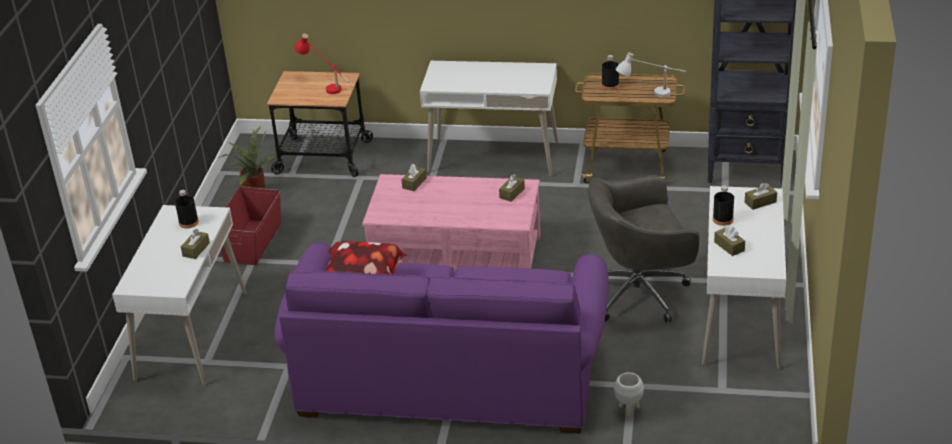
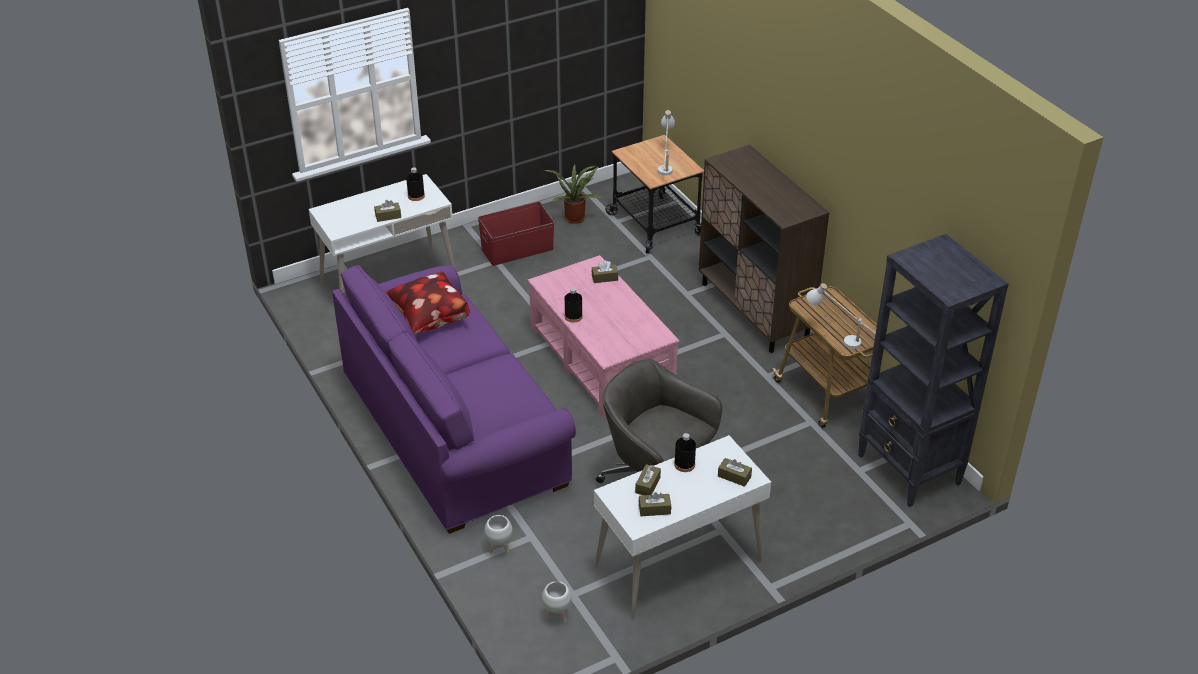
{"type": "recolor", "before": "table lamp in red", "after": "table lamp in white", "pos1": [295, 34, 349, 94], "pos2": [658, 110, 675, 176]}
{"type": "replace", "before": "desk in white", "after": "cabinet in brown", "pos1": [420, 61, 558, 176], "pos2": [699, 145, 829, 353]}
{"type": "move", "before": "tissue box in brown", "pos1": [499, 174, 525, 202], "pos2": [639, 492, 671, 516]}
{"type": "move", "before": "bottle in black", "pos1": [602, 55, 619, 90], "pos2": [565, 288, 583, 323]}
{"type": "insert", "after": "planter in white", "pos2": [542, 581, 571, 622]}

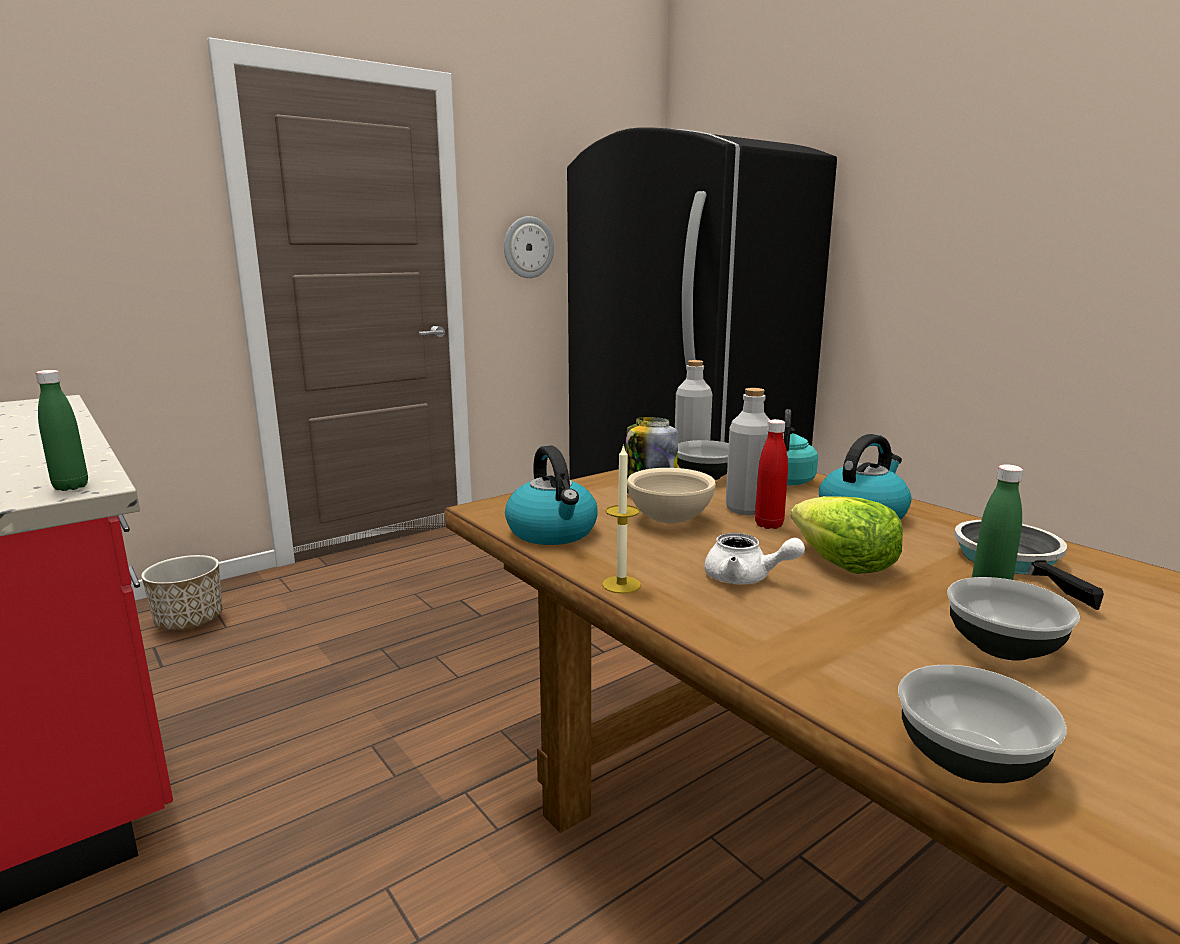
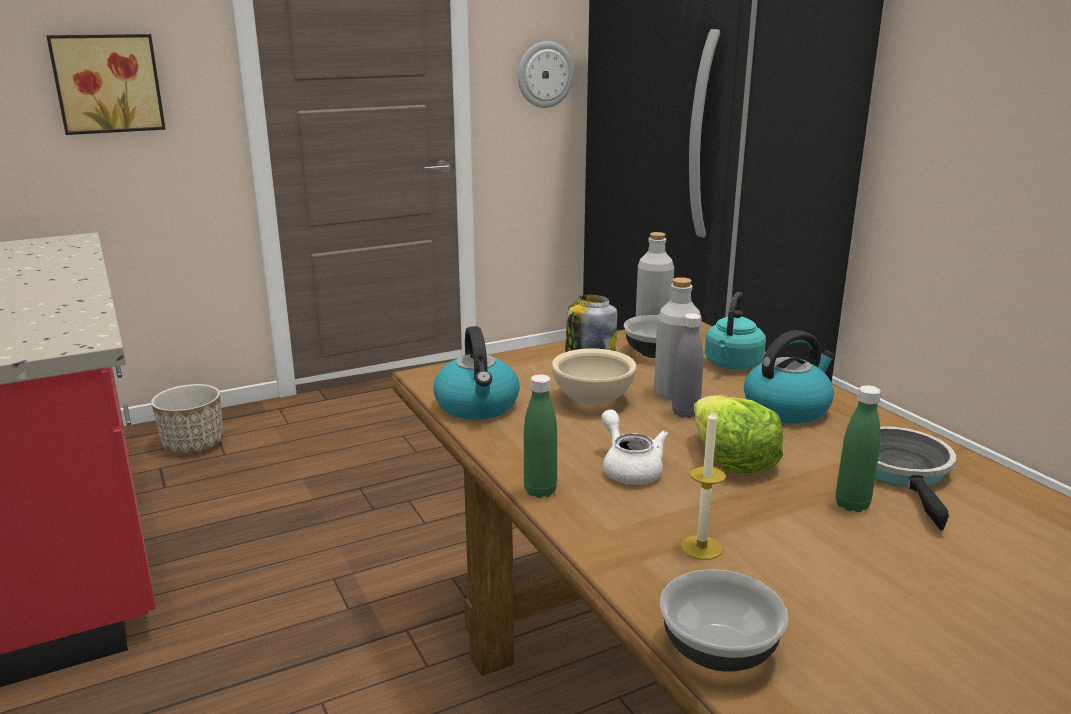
{"type": "move", "before": "bottle in green", "pos1": [36, 370, 88, 491], "pos2": [524, 374, 557, 498]}
{"type": "move", "before": "candle", "pos1": [602, 444, 641, 594], "pos2": [681, 407, 726, 560]}
{"type": "rotate", "before": "teapot in white", "pos1": [704, 533, 805, 585], "pos2": [601, 410, 668, 484], "turn": -150}
{"type": "recolor", "before": "bottle in red", "after": "bottle in grey", "pos1": [755, 419, 788, 529], "pos2": [672, 313, 704, 418]}
{"type": "delete", "before": "bowl", "pos1": [947, 577, 1080, 661]}
{"type": "insert", "after": "picture", "pos2": [46, 34, 166, 135]}

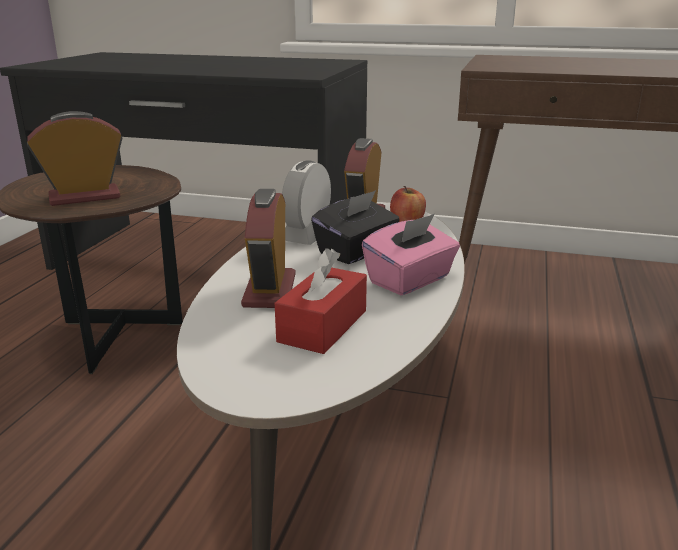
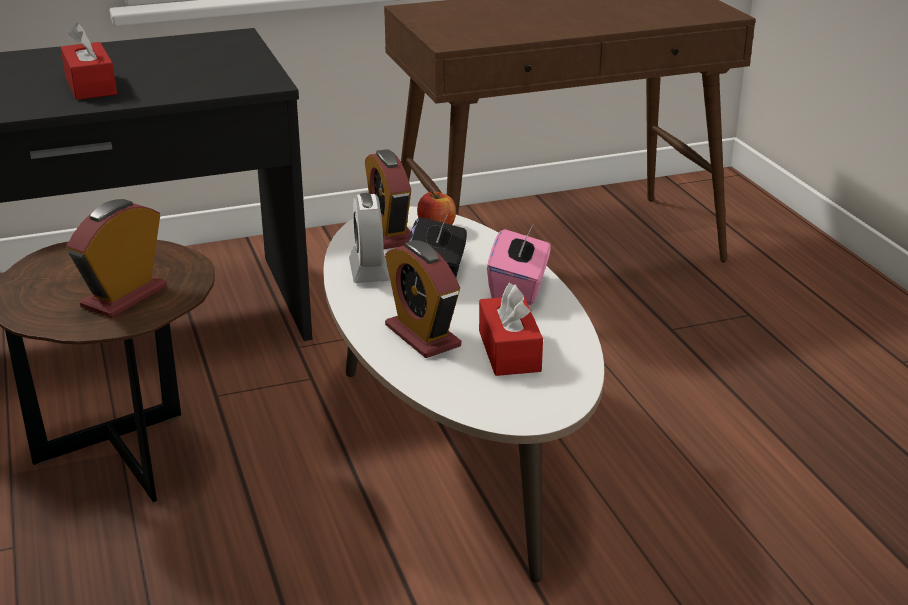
{"type": "insert", "after": "tissue box in red", "pos2": [61, 23, 117, 100]}

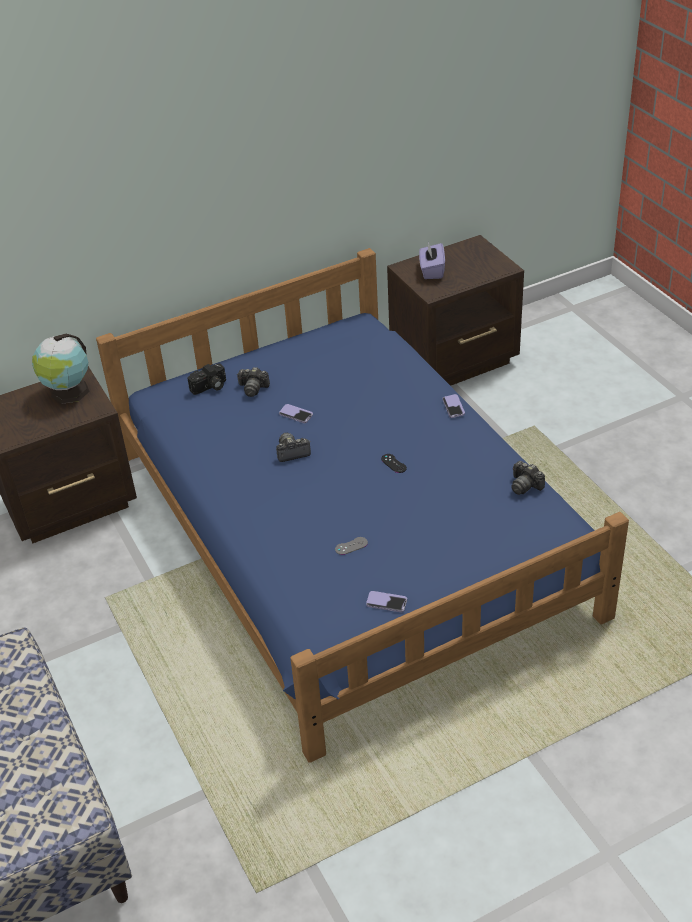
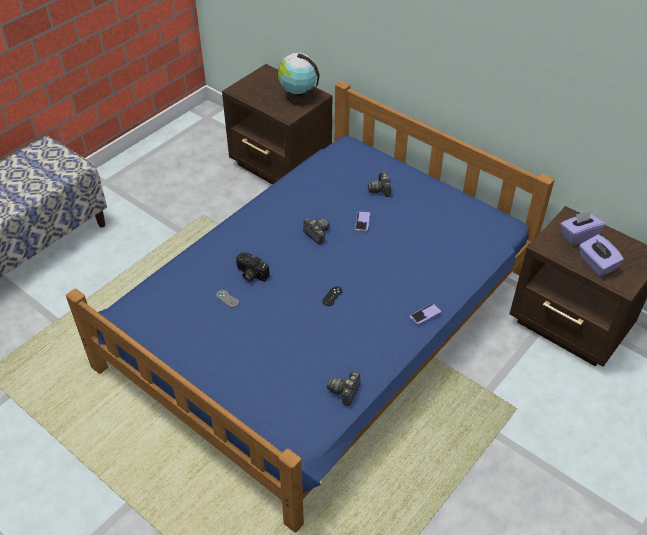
{"type": "move", "before": "photo camera", "pos1": [188, 363, 226, 395], "pos2": [236, 252, 270, 282]}
{"type": "delete", "before": "phone", "pos1": [366, 591, 407, 612]}
{"type": "insert", "after": "tissue box in purple", "pos2": [579, 234, 624, 276]}

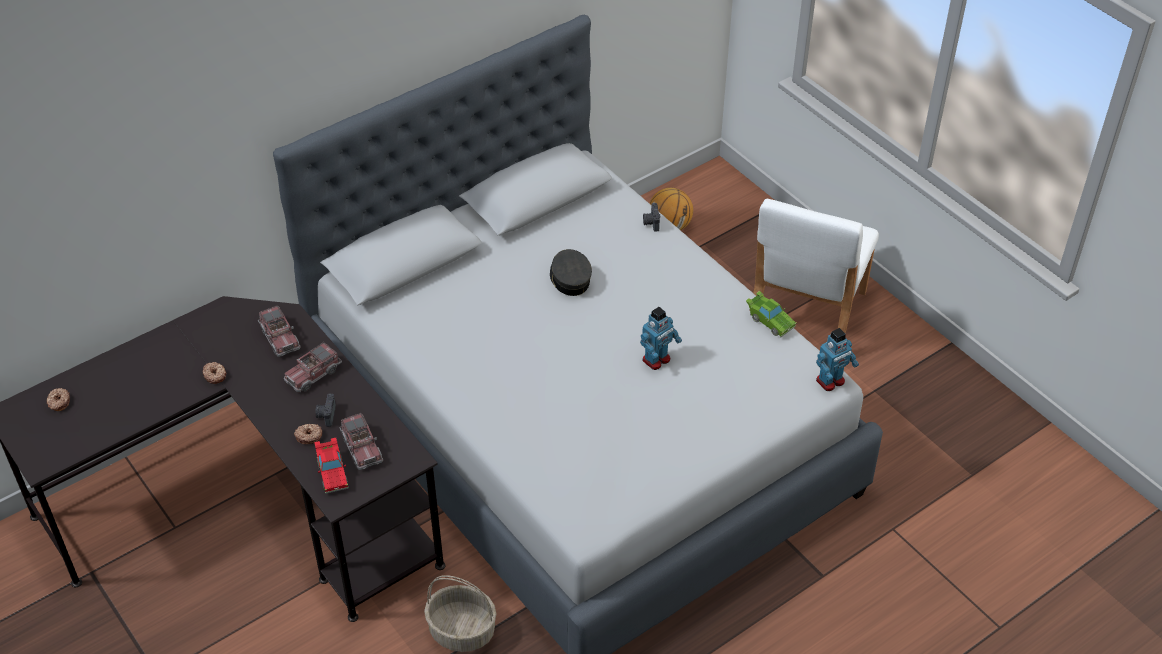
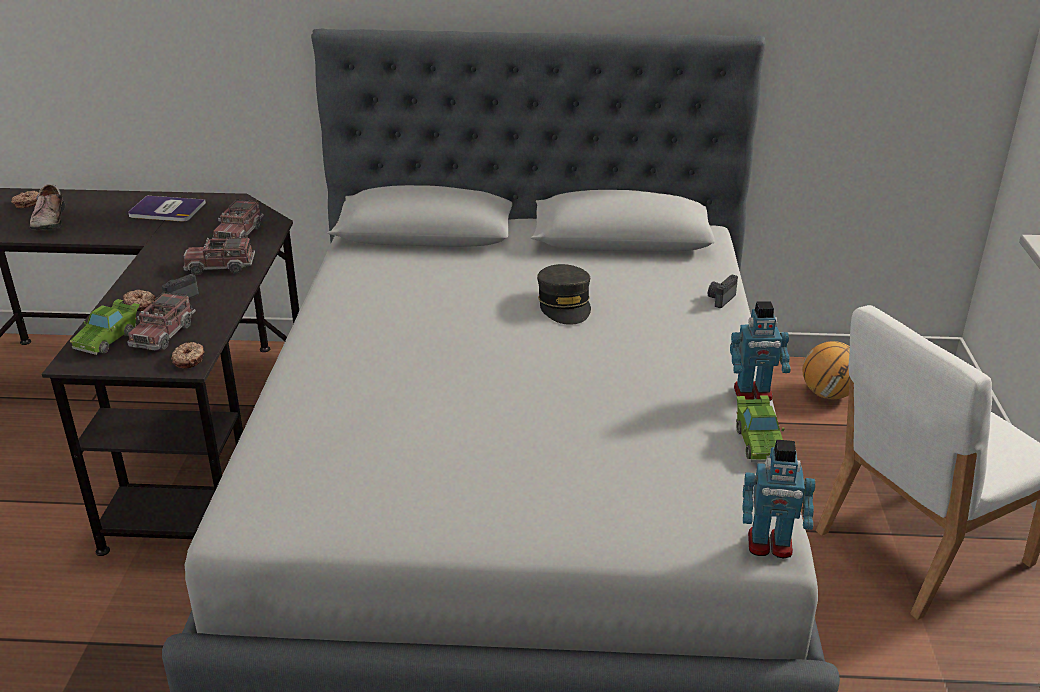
{"type": "move", "before": "donut", "pos1": [203, 362, 227, 384], "pos2": [171, 342, 204, 369]}
{"type": "recolor", "before": "toy car in red", "after": "toy car in green", "pos1": [314, 438, 349, 494], "pos2": [70, 299, 140, 355]}
{"type": "delete", "before": "basket", "pos1": [424, 575, 496, 652]}
{"type": "rotate", "before": "cap in grey", "pos1": [550, 249, 592, 296], "pos2": [537, 264, 591, 325], "turn": 150}
{"type": "move", "before": "toy robot", "pos1": [640, 307, 682, 370], "pos2": [730, 301, 791, 401]}
{"type": "insert", "after": "shoe", "pos2": [29, 184, 65, 230]}
{"type": "insert", "after": "book", "pos2": [128, 196, 206, 221]}

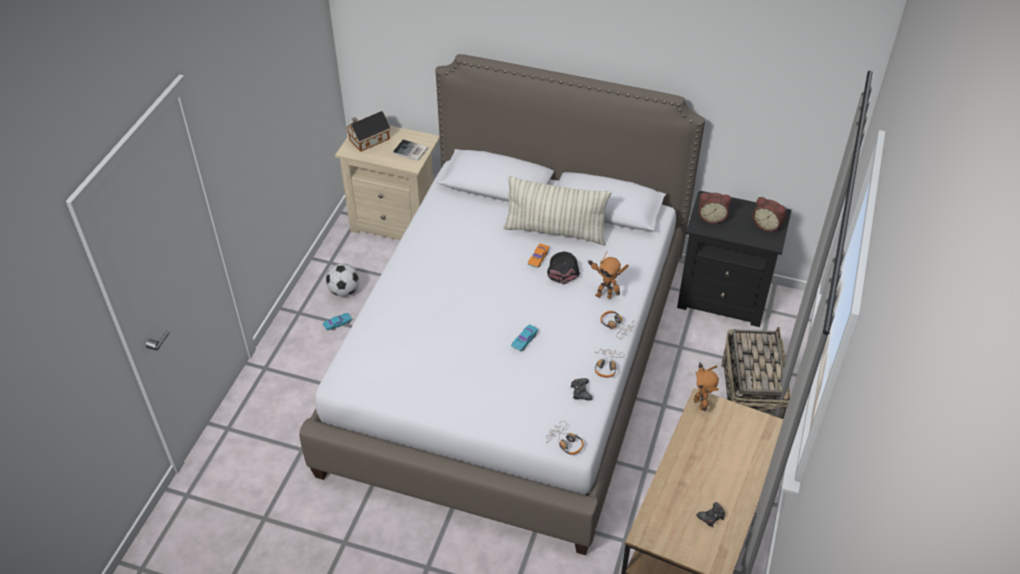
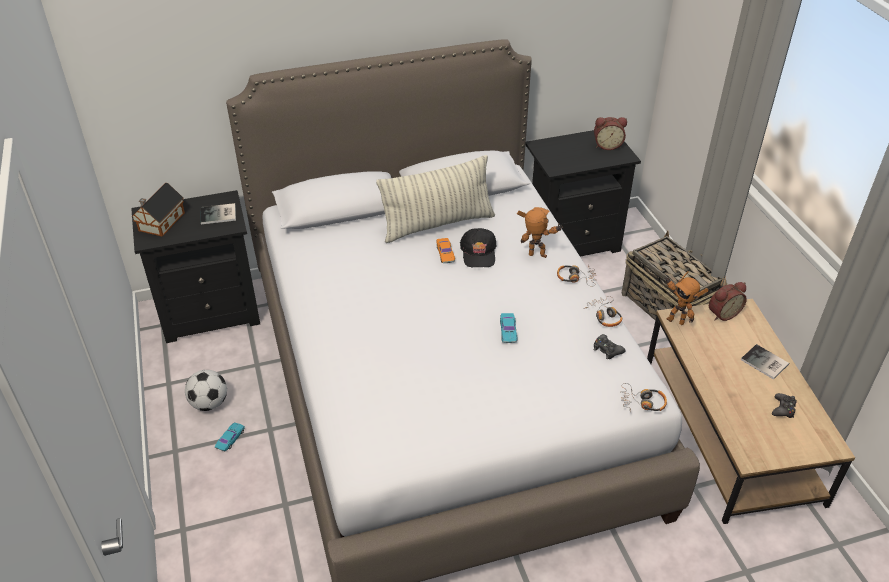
{"type": "recolor", "before": "nightstand in beige", "after": "nightstand in black", "pos1": [335, 119, 440, 240], "pos2": [131, 190, 260, 343]}
{"type": "rotate", "before": "cap in black", "pos1": [547, 252, 580, 284], "pos2": [460, 228, 496, 267], "turn": -150}
{"type": "rotate", "before": "toy robot", "pos1": [587, 252, 628, 299], "pos2": [517, 207, 563, 258], "turn": -150}
{"type": "move", "before": "alarm clock", "pos1": [699, 193, 731, 224], "pos2": [709, 282, 747, 321]}
{"type": "insert", "after": "book", "pos2": [741, 344, 789, 380]}

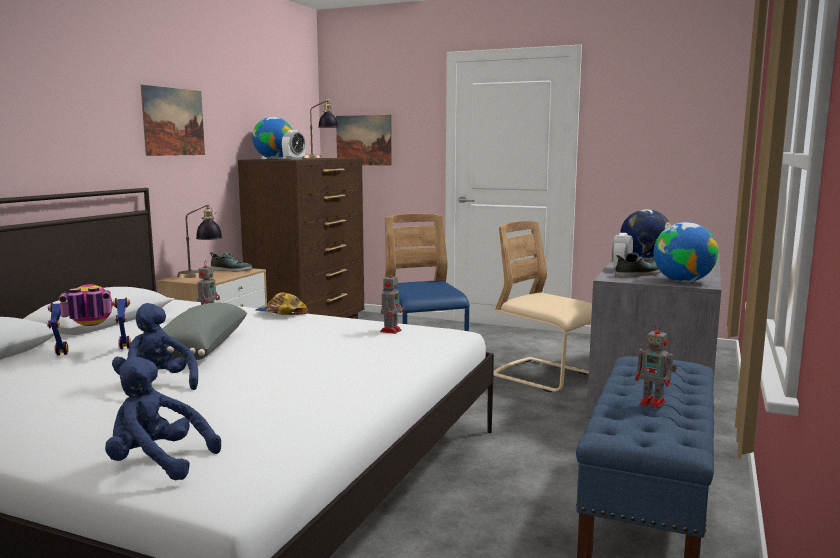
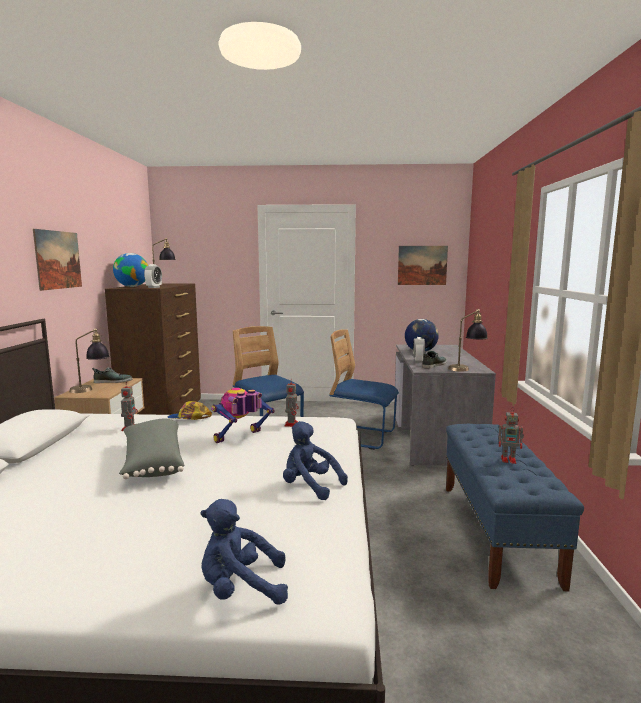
{"type": "move", "before": "toy robot", "pos1": [47, 284, 131, 355], "pos2": [211, 388, 275, 443]}
{"type": "move", "before": "plush toy in blue", "pos1": [112, 303, 198, 390], "pos2": [283, 421, 348, 500]}
{"type": "move", "before": "picture", "pos1": [336, 115, 392, 166], "pos2": [398, 246, 448, 285]}
{"type": "recolor", "before": "chair in beige", "after": "chair in blue", "pos1": [493, 221, 592, 392], "pos2": [329, 329, 399, 450]}
{"type": "replace", "before": "globe", "after": "table lamp", "pos1": [654, 222, 718, 282], "pos2": [448, 309, 488, 372]}

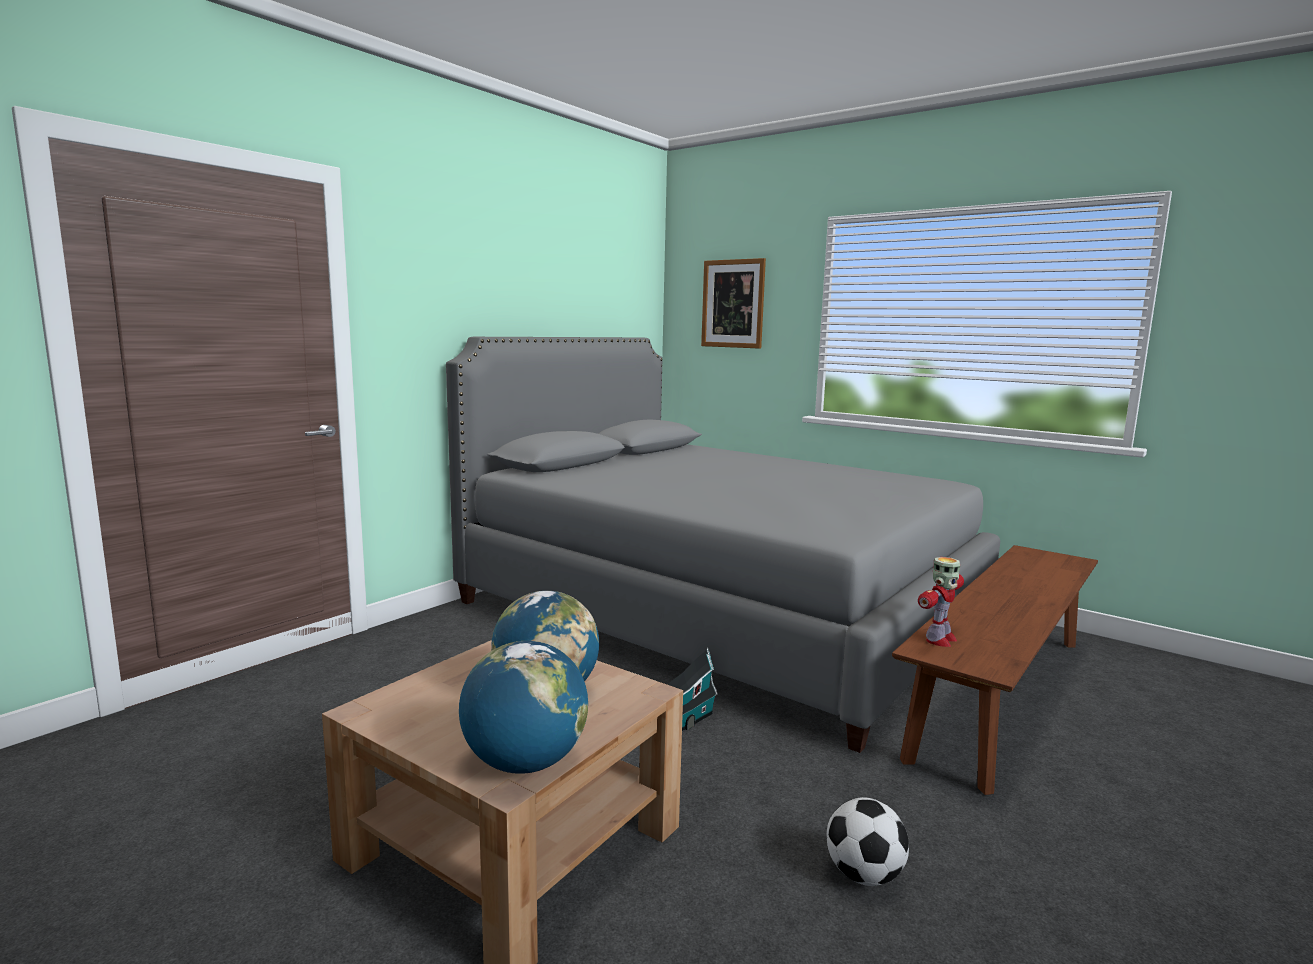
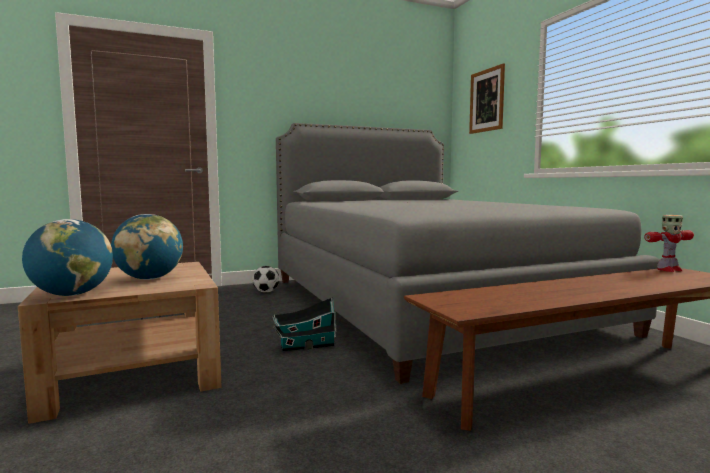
{"type": "move", "before": "football", "pos1": [827, 797, 909, 886], "pos2": [252, 266, 280, 293]}
{"type": "move", "before": "toy robot", "pos1": [918, 557, 964, 647], "pos2": [644, 215, 694, 272]}

